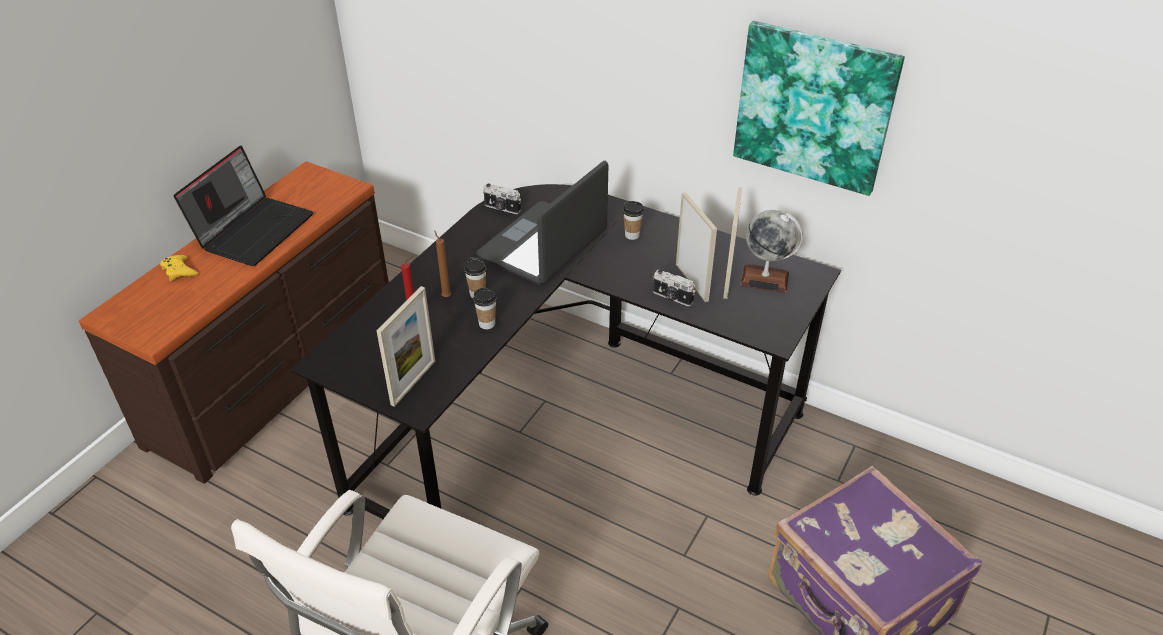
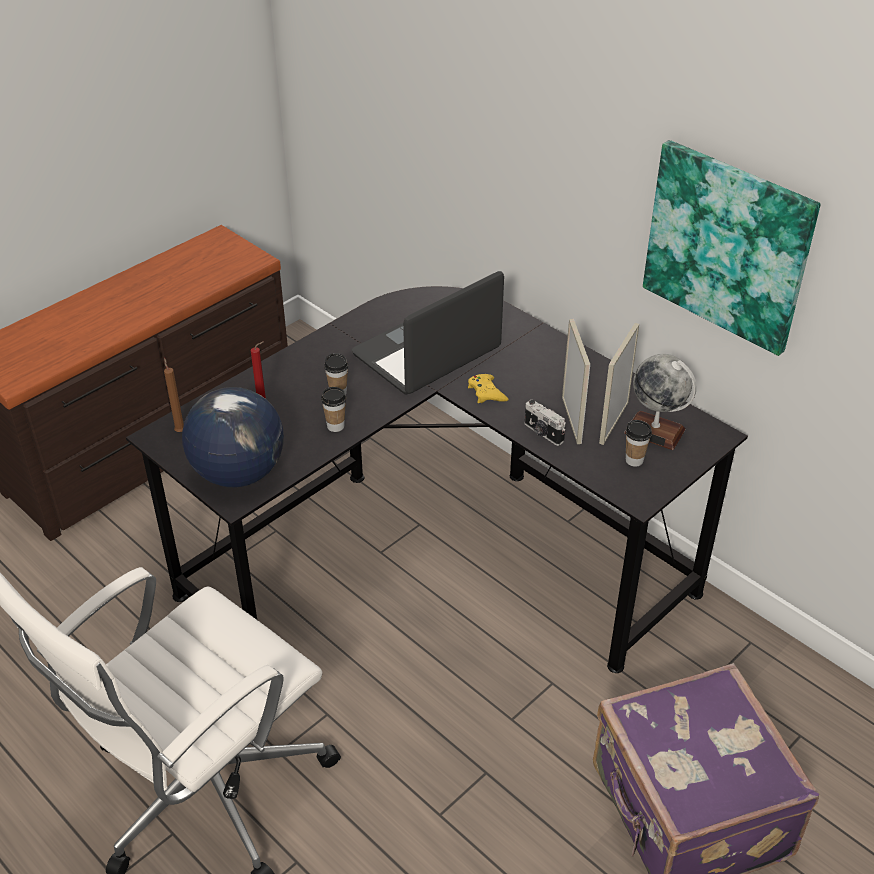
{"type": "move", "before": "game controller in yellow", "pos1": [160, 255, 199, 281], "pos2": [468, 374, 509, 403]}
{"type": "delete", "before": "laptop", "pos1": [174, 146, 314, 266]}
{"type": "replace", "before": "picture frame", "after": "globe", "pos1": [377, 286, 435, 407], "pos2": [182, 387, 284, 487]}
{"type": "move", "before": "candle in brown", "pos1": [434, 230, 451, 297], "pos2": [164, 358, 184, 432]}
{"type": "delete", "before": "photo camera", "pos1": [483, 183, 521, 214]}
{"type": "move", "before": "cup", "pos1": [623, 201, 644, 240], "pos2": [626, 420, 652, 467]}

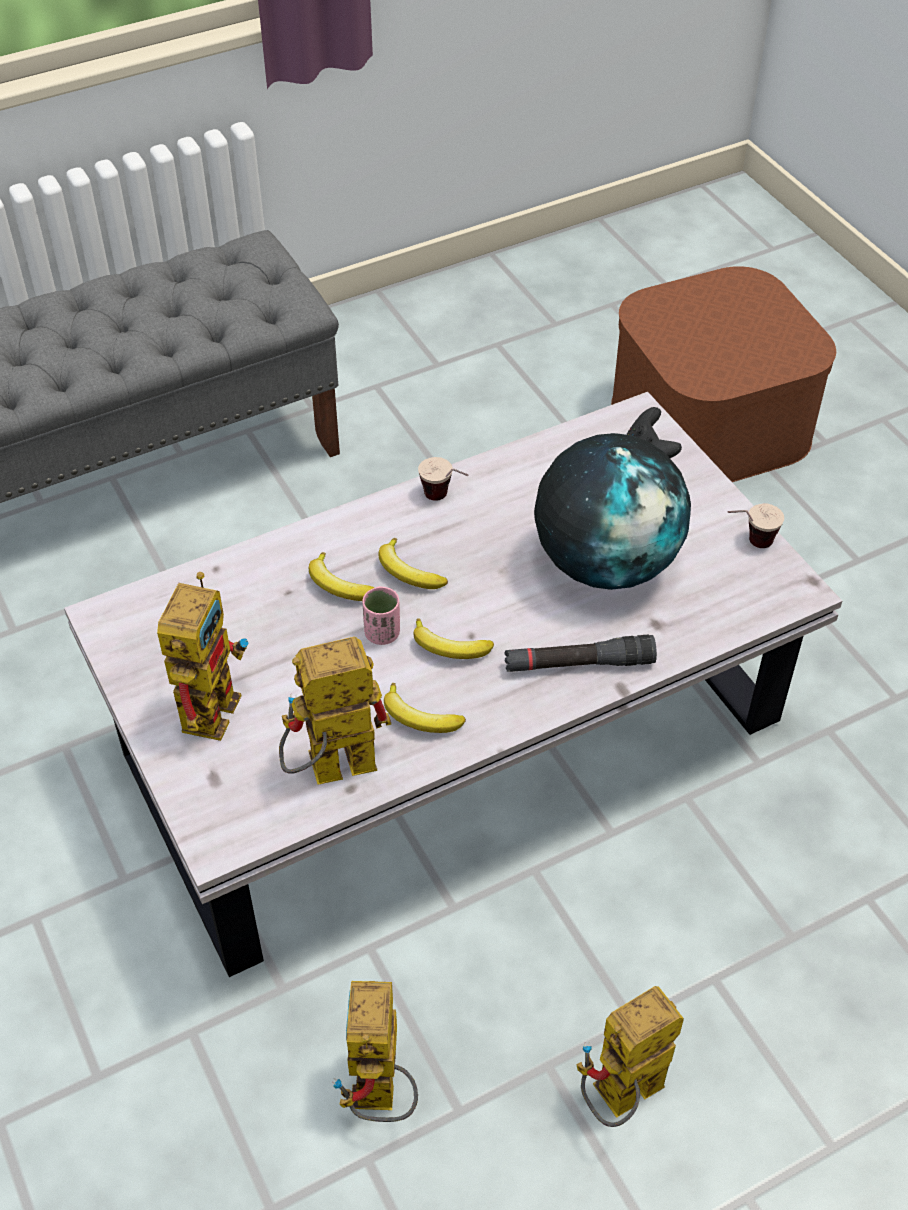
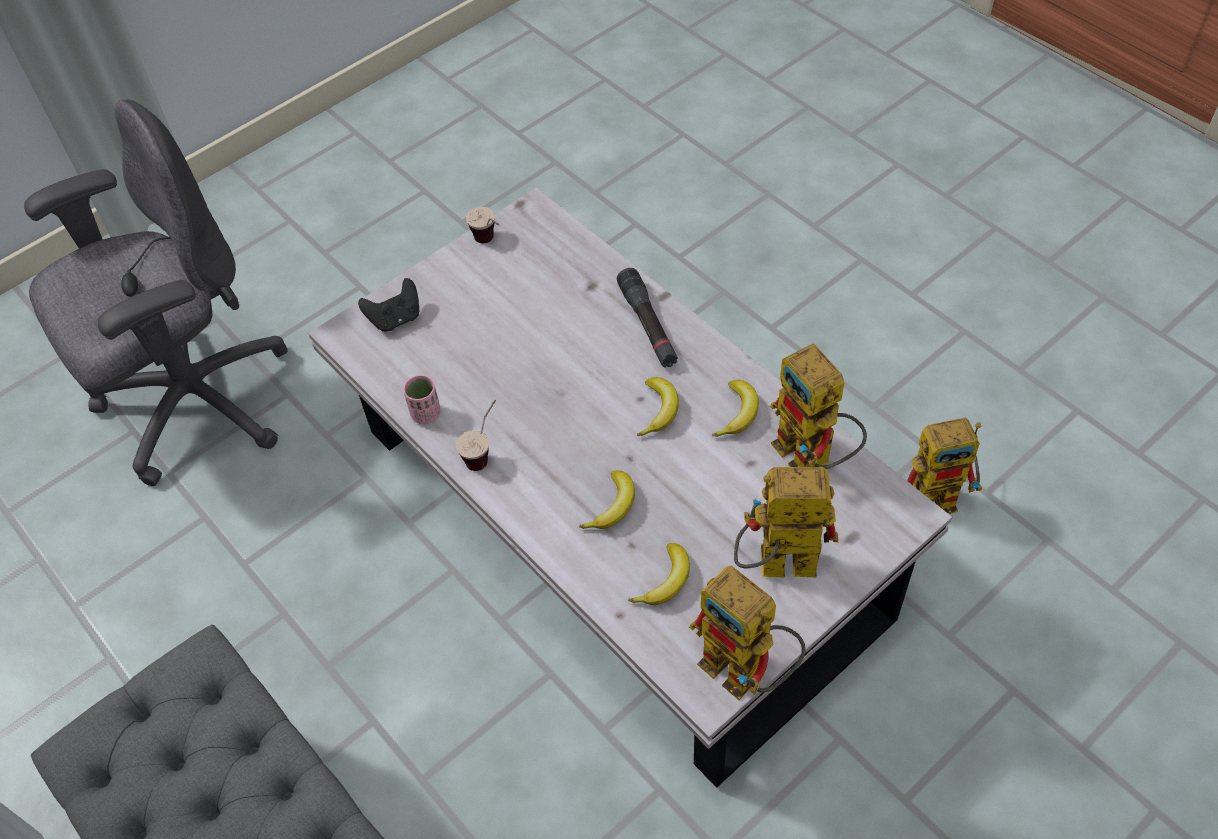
{"type": "move", "before": "cup in pink", "pos1": [362, 586, 400, 645], "pos2": [403, 375, 441, 424]}
{"type": "move", "before": "banana", "pos1": [379, 538, 448, 589], "pos2": [629, 543, 690, 605]}
{"type": "delete", "before": "globe", "pos1": [534, 433, 691, 590]}
{"type": "move", "before": "toy robot", "pos1": [576, 986, 684, 1127], "pos2": [689, 565, 806, 700]}
{"type": "replace", "before": "storage box in brown", "after": "office chair in grey", "pos1": [611, 266, 836, 482], "pos2": [24, 99, 287, 486]}

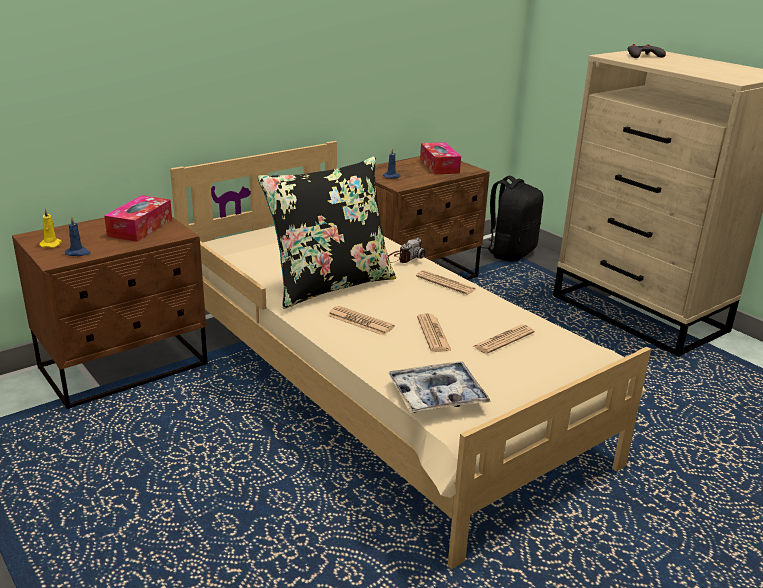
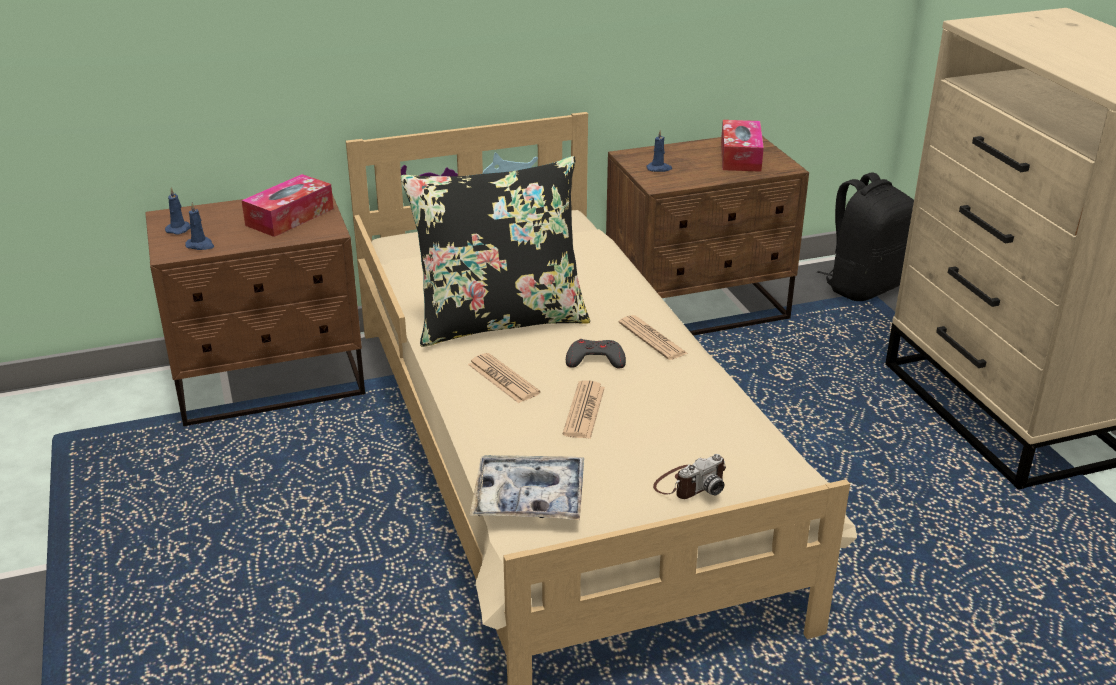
{"type": "recolor", "before": "candle in yellow", "after": "candle in blue", "pos1": [39, 208, 62, 248], "pos2": [165, 187, 191, 234]}
{"type": "move", "before": "photo camera", "pos1": [388, 238, 426, 263], "pos2": [653, 454, 726, 499]}
{"type": "delete", "before": "newspaper", "pos1": [473, 325, 534, 354]}
{"type": "move", "before": "game controller in grey", "pos1": [628, 44, 666, 58], "pos2": [566, 339, 626, 368]}

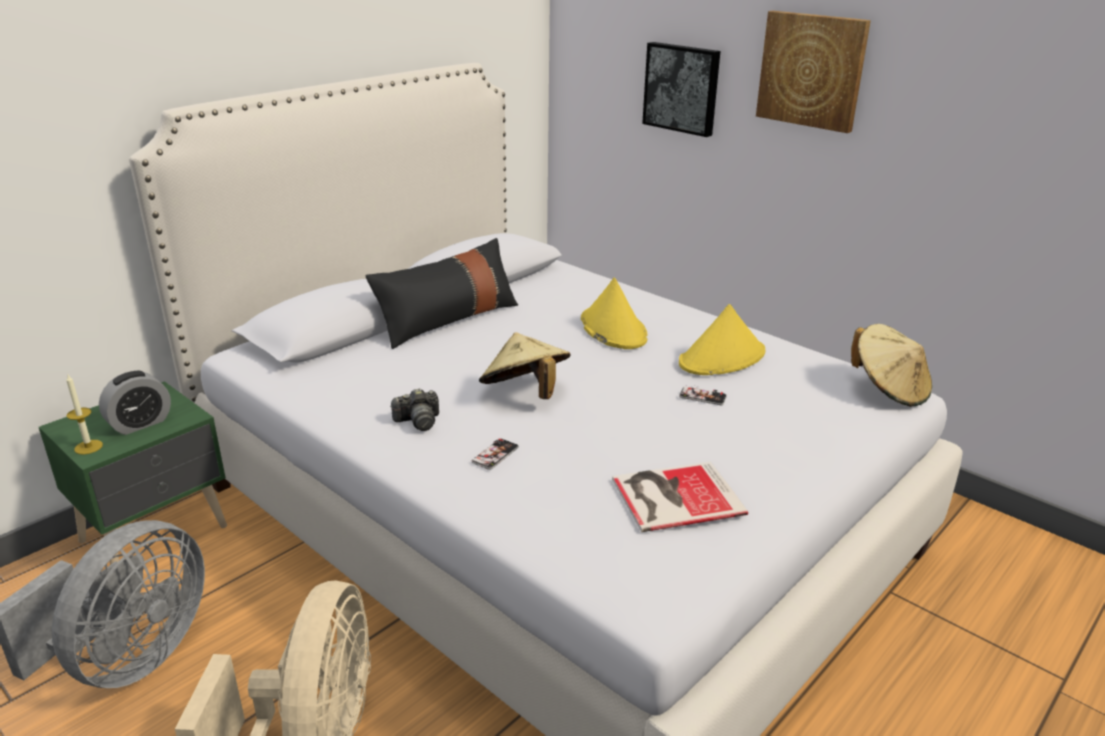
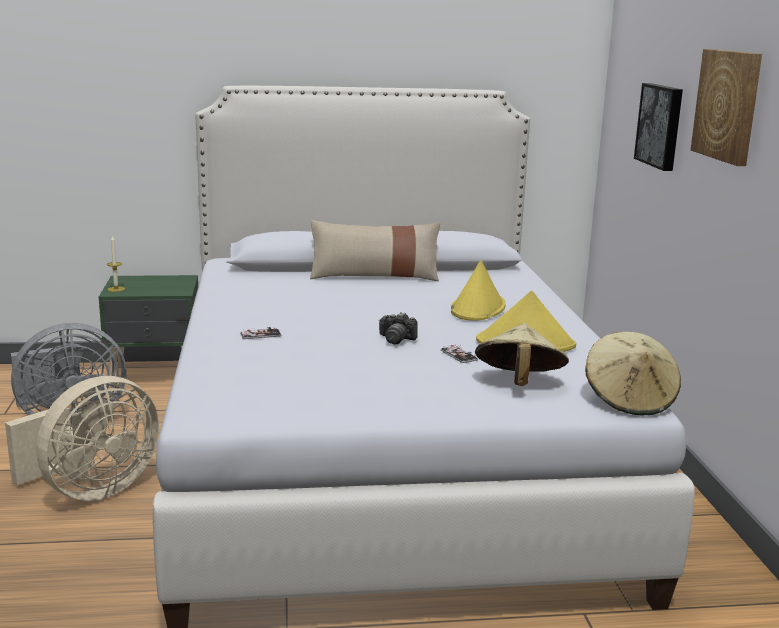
{"type": "delete", "before": "alarm clock", "pos1": [99, 371, 171, 435]}
{"type": "recolor", "before": "pillow in black", "after": "pillow in beige", "pos1": [365, 238, 518, 349], "pos2": [310, 220, 440, 281]}
{"type": "move", "before": "photo camera", "pos1": [390, 388, 439, 431], "pos2": [379, 312, 418, 344]}
{"type": "move", "before": "hat in beige", "pos1": [479, 332, 571, 399], "pos2": [475, 323, 569, 386]}
{"type": "delete", "before": "book", "pos1": [612, 461, 748, 532]}

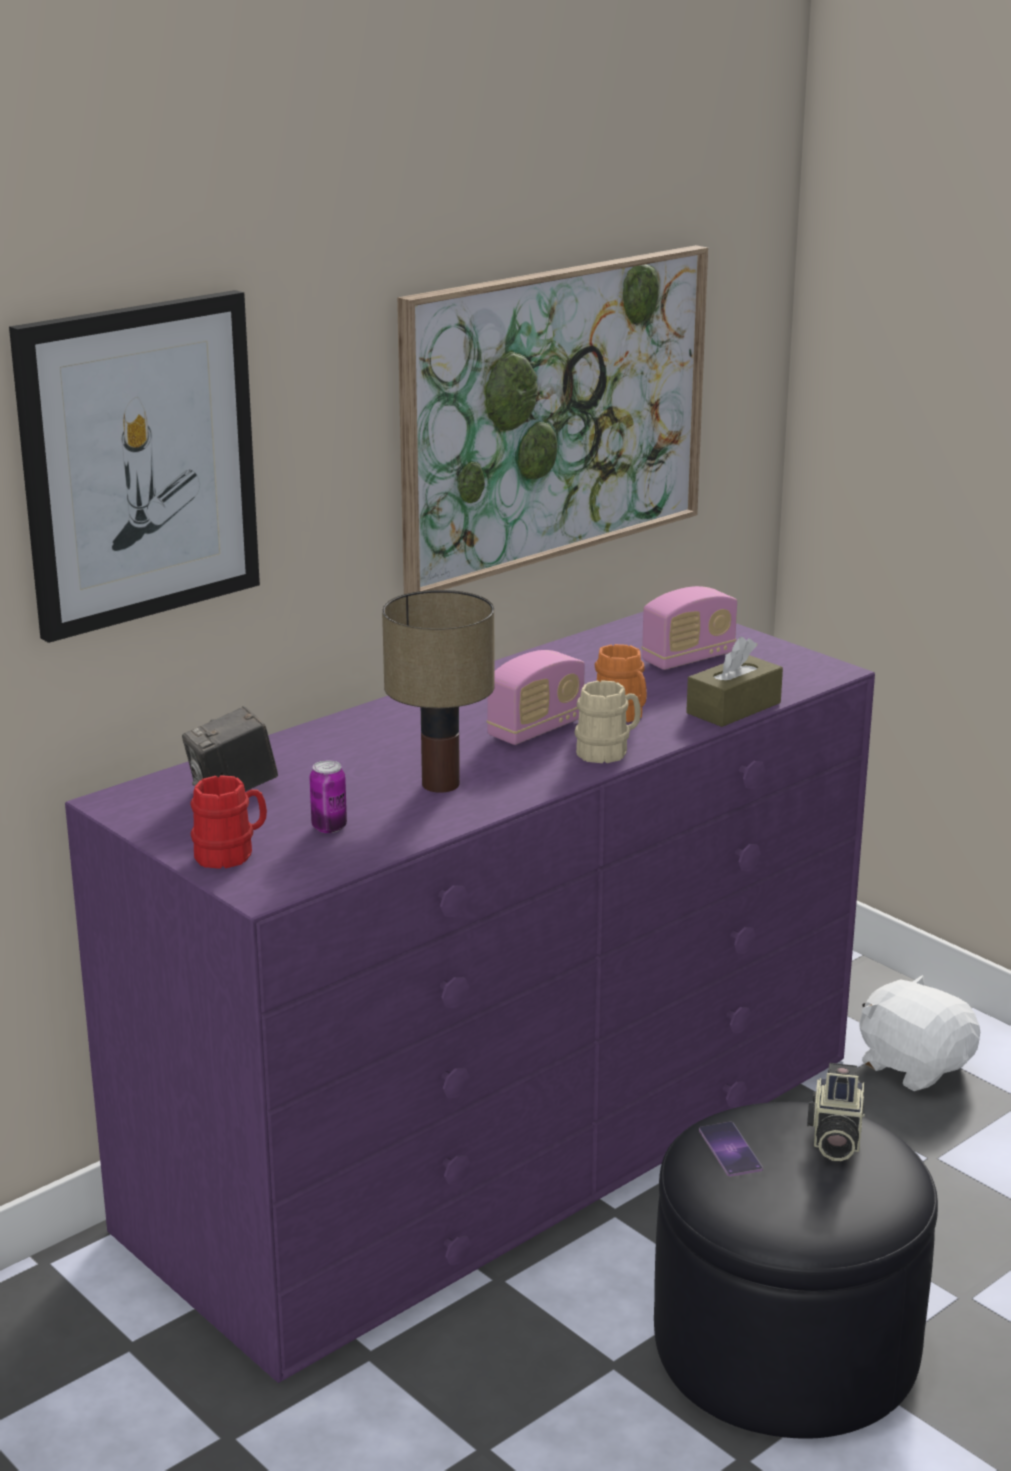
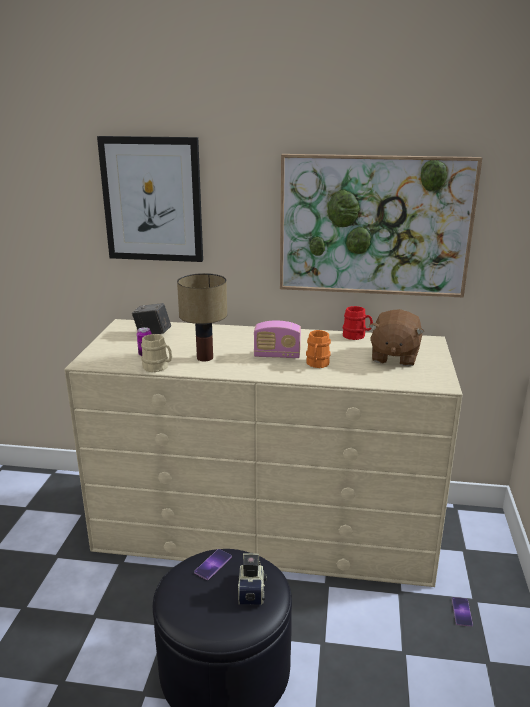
{"type": "recolor", "before": "dresser in purple", "after": "dresser in beige", "pos1": [65, 612, 875, 1383], "pos2": [64, 319, 463, 587]}
{"type": "move", "before": "mug in red", "pos1": [190, 775, 267, 869], "pos2": [343, 306, 373, 340]}
{"type": "move", "before": "mug in beige", "pos1": [574, 680, 641, 763], "pos2": [141, 334, 172, 372]}
{"type": "replace", "before": "radio", "after": "plush toy in brown", "pos1": [642, 586, 737, 670], "pos2": [369, 309, 424, 366]}
{"type": "delete", "before": "tissue box in brown", "pos1": [686, 637, 783, 727]}
{"type": "rotate", "before": "photo camera", "pos1": [807, 1063, 865, 1161], "pos2": [238, 553, 267, 605], "turn": 120}
{"type": "replace", "before": "plush toy in white", "after": "phone", "pos1": [859, 975, 980, 1091], "pos2": [452, 597, 473, 627]}

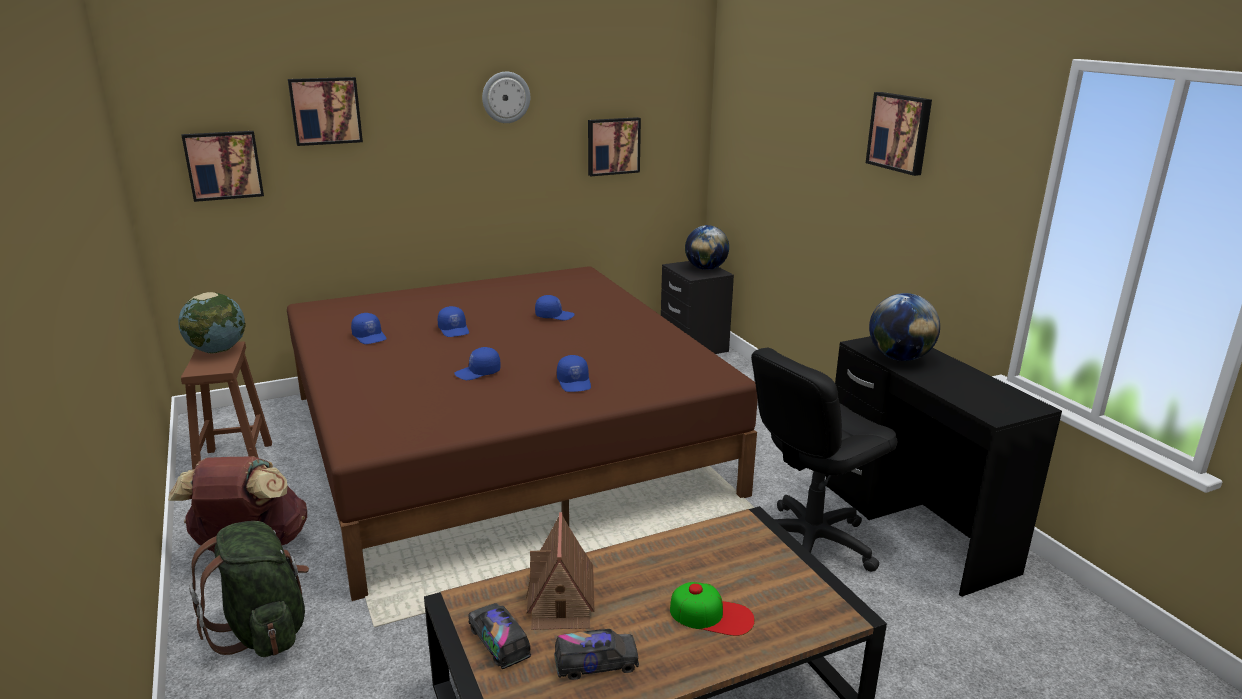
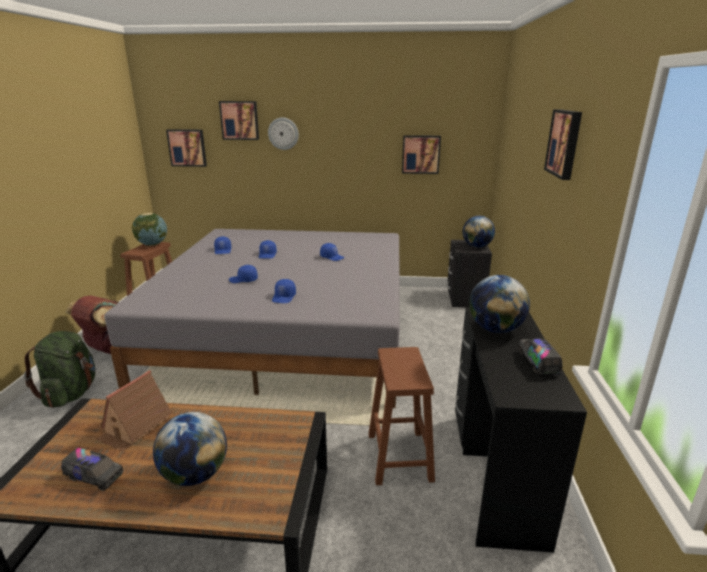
{"type": "recolor", "before": "bed in brown", "after": "bed in grey", "pos1": [287, 266, 758, 601], "pos2": [104, 229, 400, 408]}
{"type": "move", "before": "toy truck", "pos1": [468, 603, 531, 669], "pos2": [518, 338, 562, 375]}
{"type": "move", "before": "wall clock", "pos1": [482, 72, 530, 123], "pos2": [268, 117, 299, 150]}
{"type": "replace", "before": "cap", "after": "globe", "pos1": [670, 582, 755, 636], "pos2": [153, 412, 227, 486]}
{"type": "replace", "before": "office chair in black", "after": "stool in brown", "pos1": [751, 348, 897, 572], "pos2": [369, 347, 435, 485]}

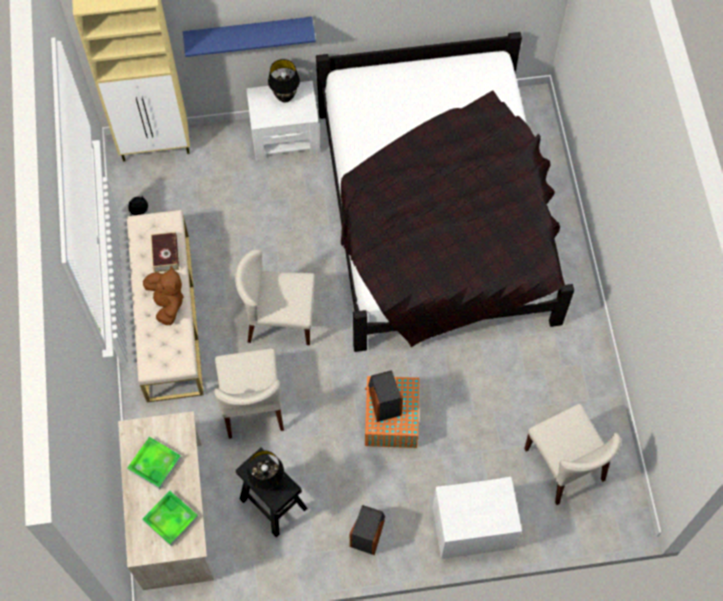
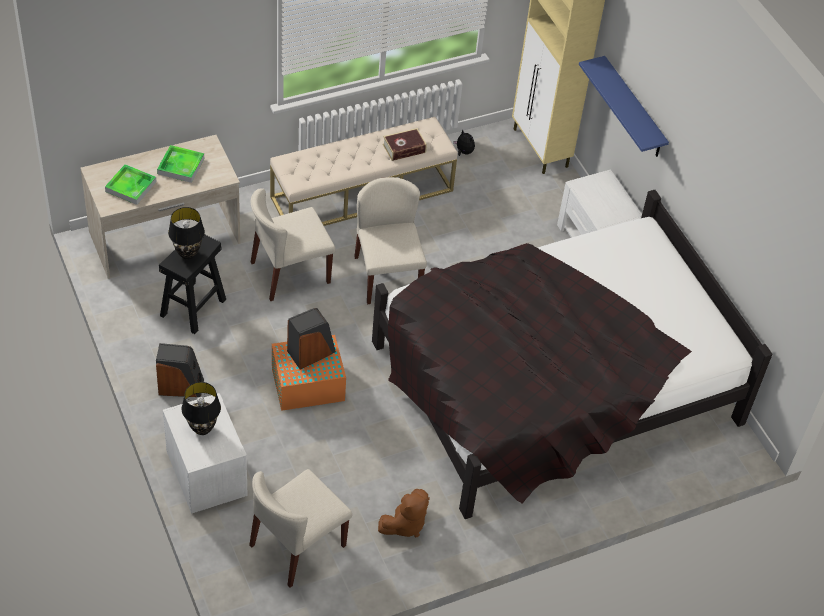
{"type": "move", "before": "plush toy in brown", "pos1": [143, 266, 184, 325], "pos2": [378, 489, 430, 537]}
{"type": "move", "before": "table lamp in black", "pos1": [268, 59, 300, 103], "pos2": [182, 382, 221, 435]}

